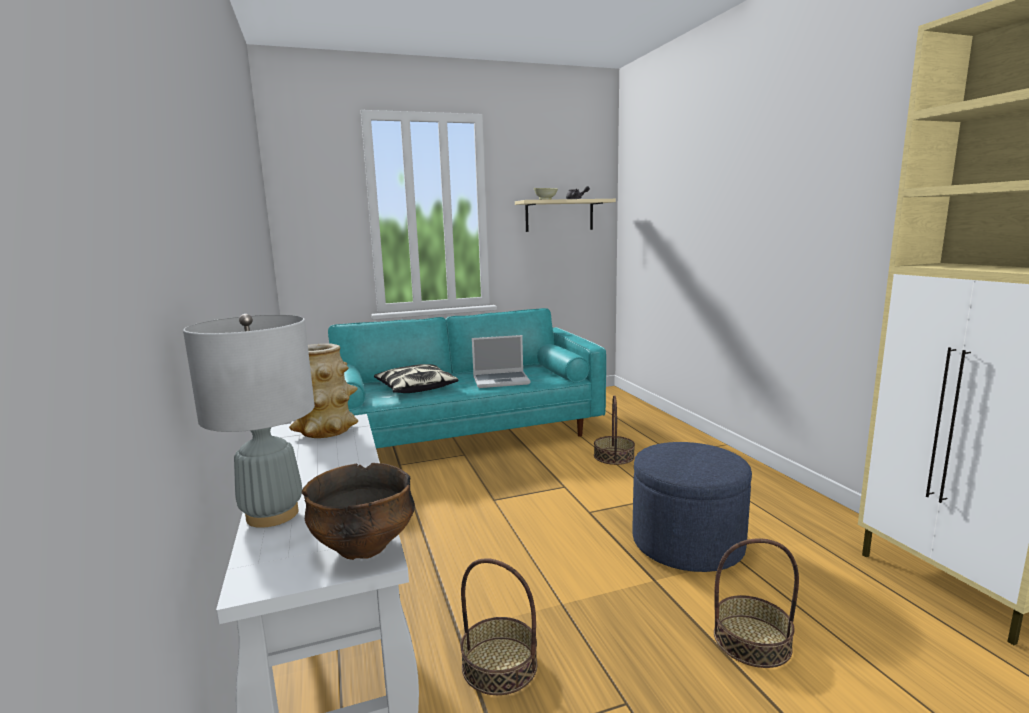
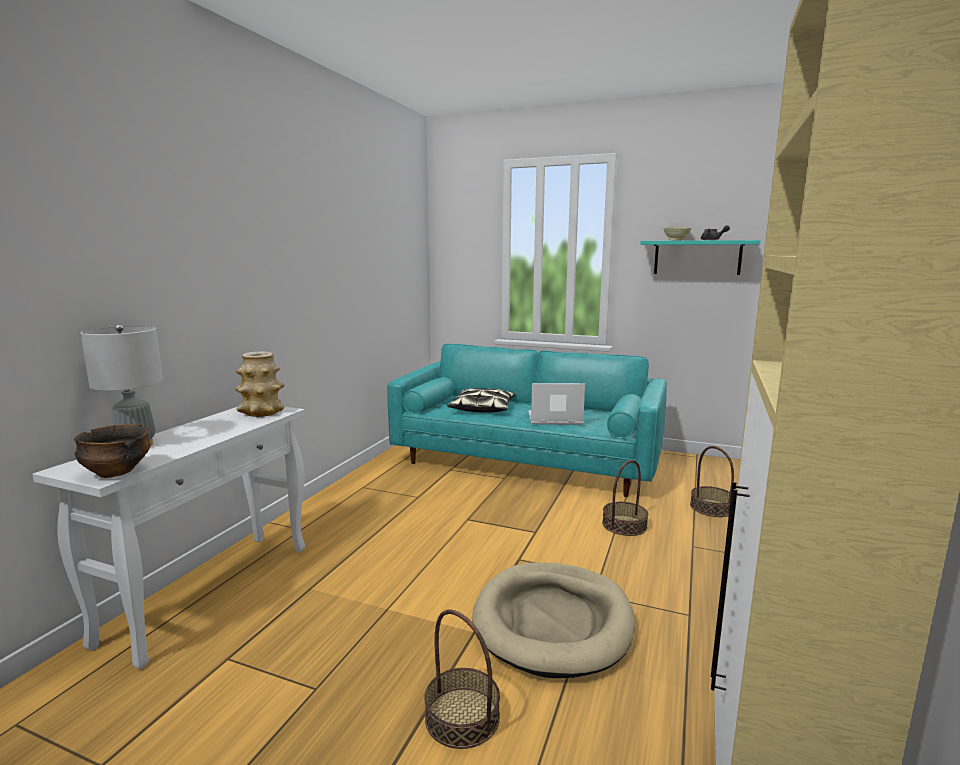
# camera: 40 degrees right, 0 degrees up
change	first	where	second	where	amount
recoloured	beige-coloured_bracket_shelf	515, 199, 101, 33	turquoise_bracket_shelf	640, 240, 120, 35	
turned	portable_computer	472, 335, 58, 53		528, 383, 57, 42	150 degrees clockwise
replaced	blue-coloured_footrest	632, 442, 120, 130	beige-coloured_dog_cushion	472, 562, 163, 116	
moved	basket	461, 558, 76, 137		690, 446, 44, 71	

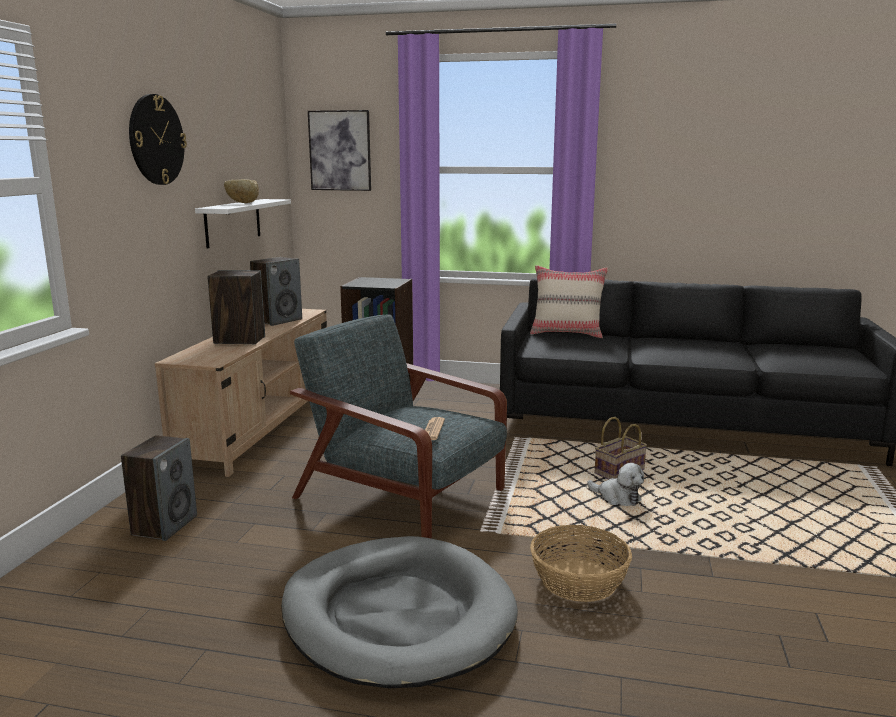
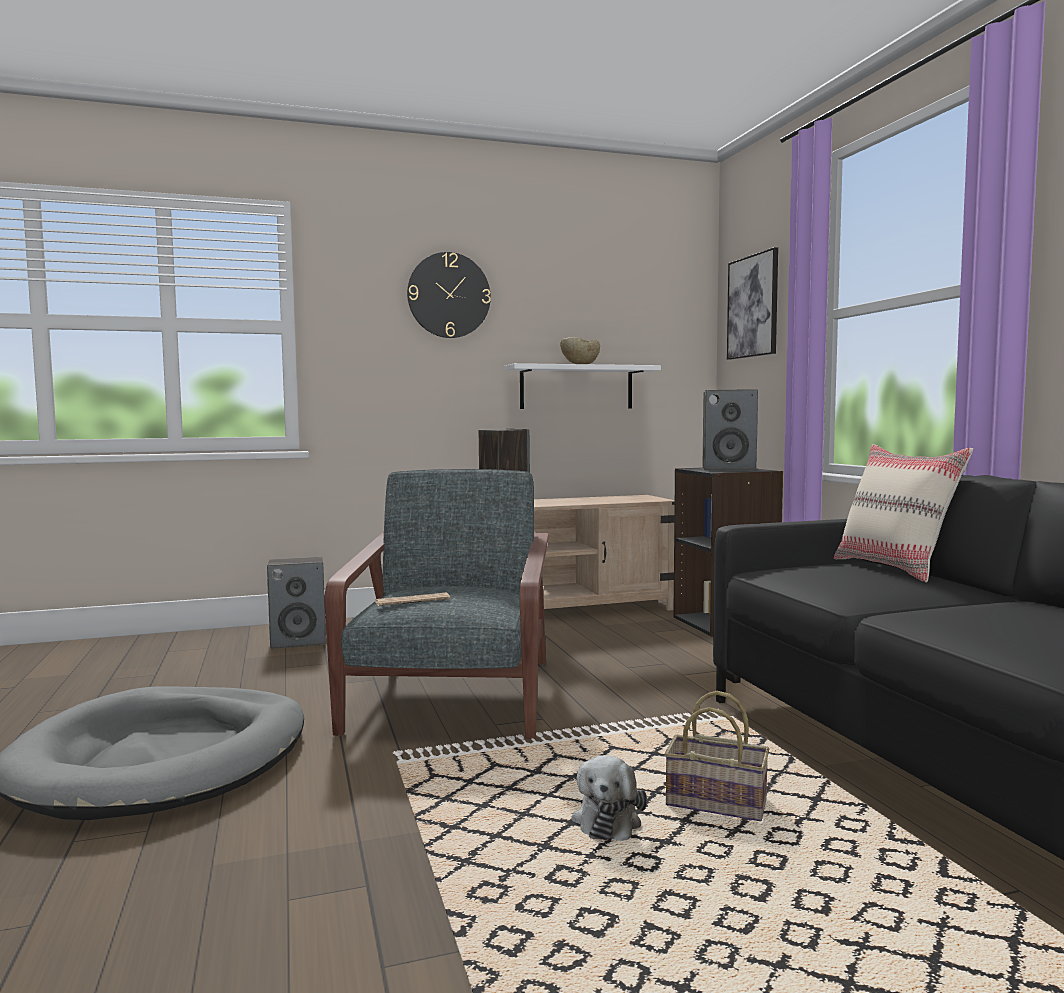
# camera: 60 degrees right, 10 degrees down
change	first	where	second	where	amount
moved	speaker	250, 257, 52, 69		703, 389, 55, 82	
removed	basket	530, 525, 102, 77			

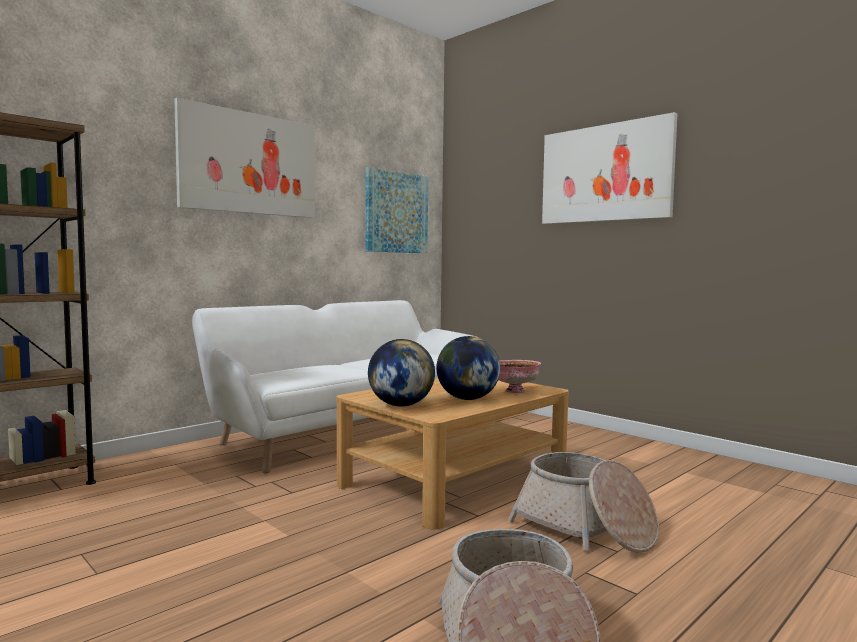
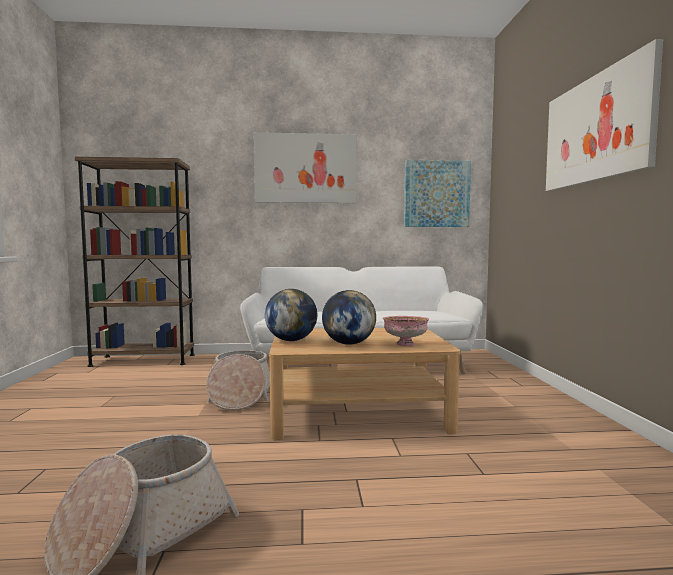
# camera: 40 degrees right, 0 degrees up
change	first	where	second	where	amount
moved	basket	508, 452, 151, 101		206, 350, 64, 61	

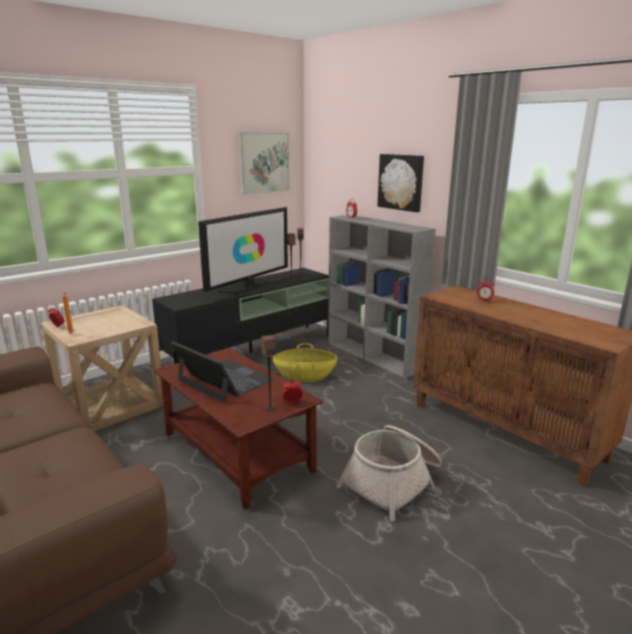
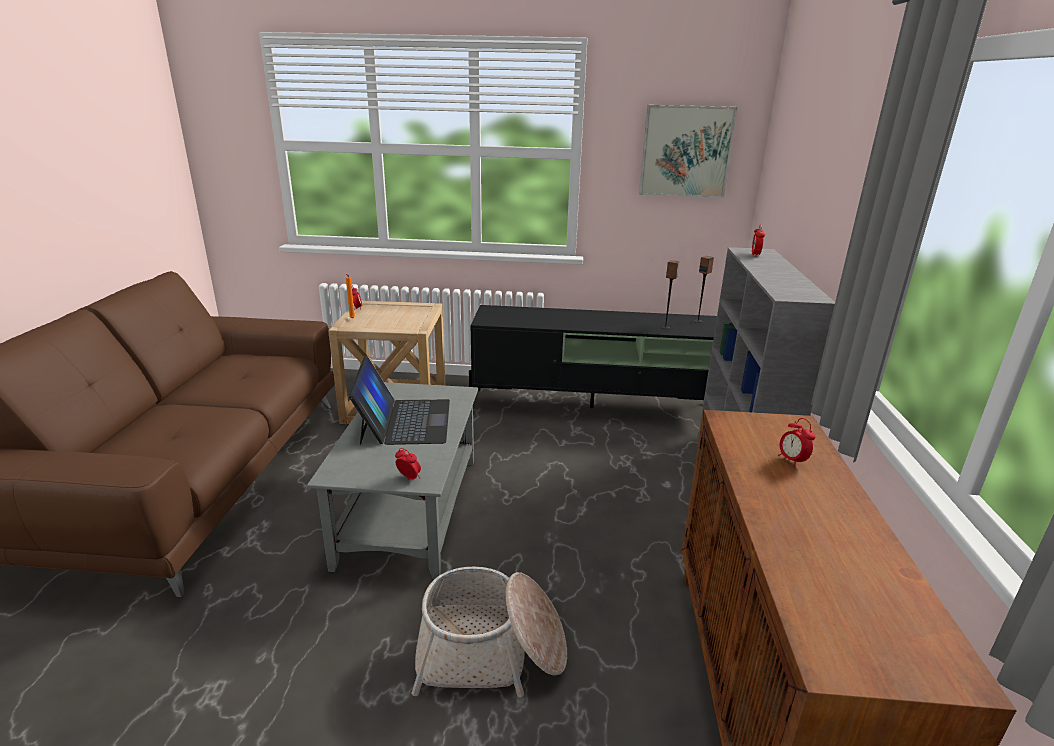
# camera: 45 degrees right, 5 degrees up
change	first	where	second	where	amount
removed	wall_art	377, 154, 47, 58			
removed	television	198, 207, 90, 87			
removed	speaker	261, 335, 15, 76			
removed	basket	273, 343, 64, 39			
recoloured	brown_low_table	154, 348, 169, 162	greyish_low_table	307, 382, 171, 198	

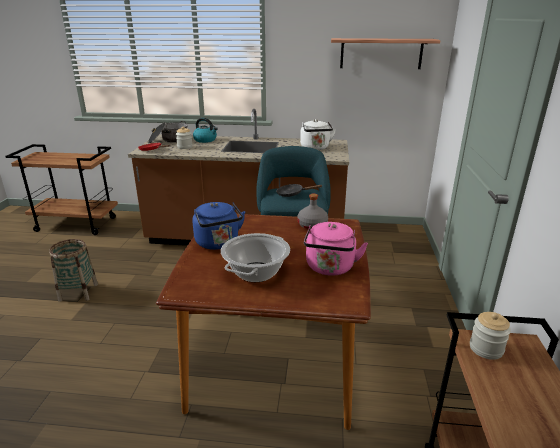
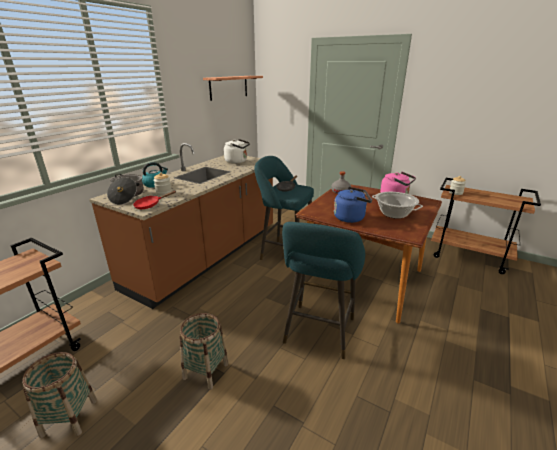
# camera: 65 degrees left, 0 degrees up
change	first	where	second	where	amount
added			turquoise_stool_seat	282, 222, 83, 137	
added			basket	22, 352, 75, 86	

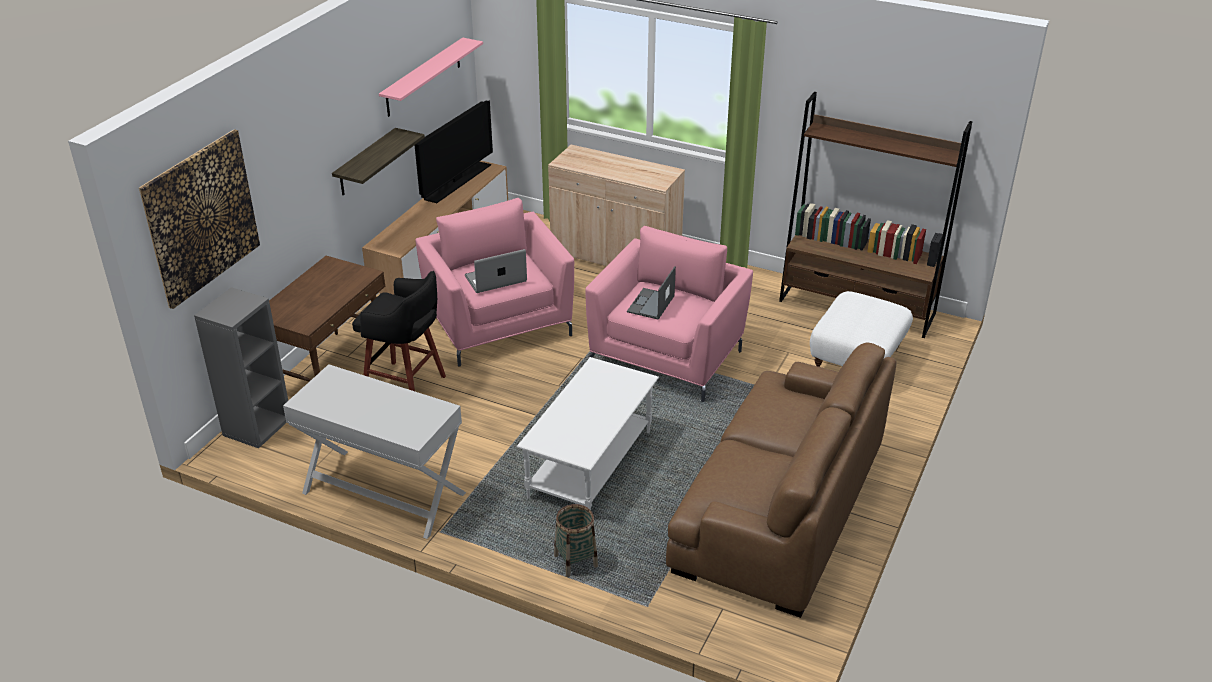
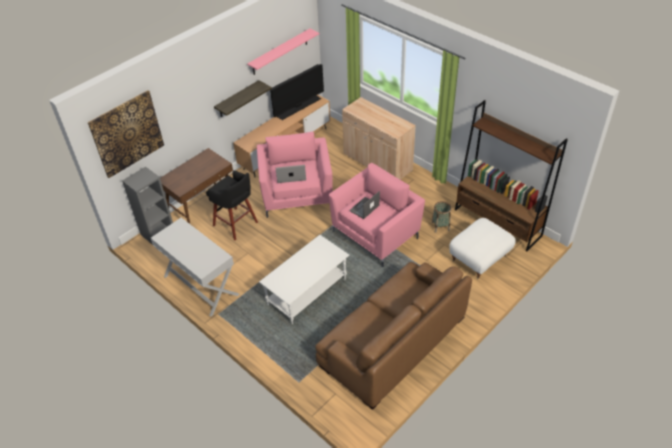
# camera: 20 degrees right, 10 degrees up
change	first	where	second	where	amount
moved	basket	554, 504, 44, 74		432, 201, 19, 32	

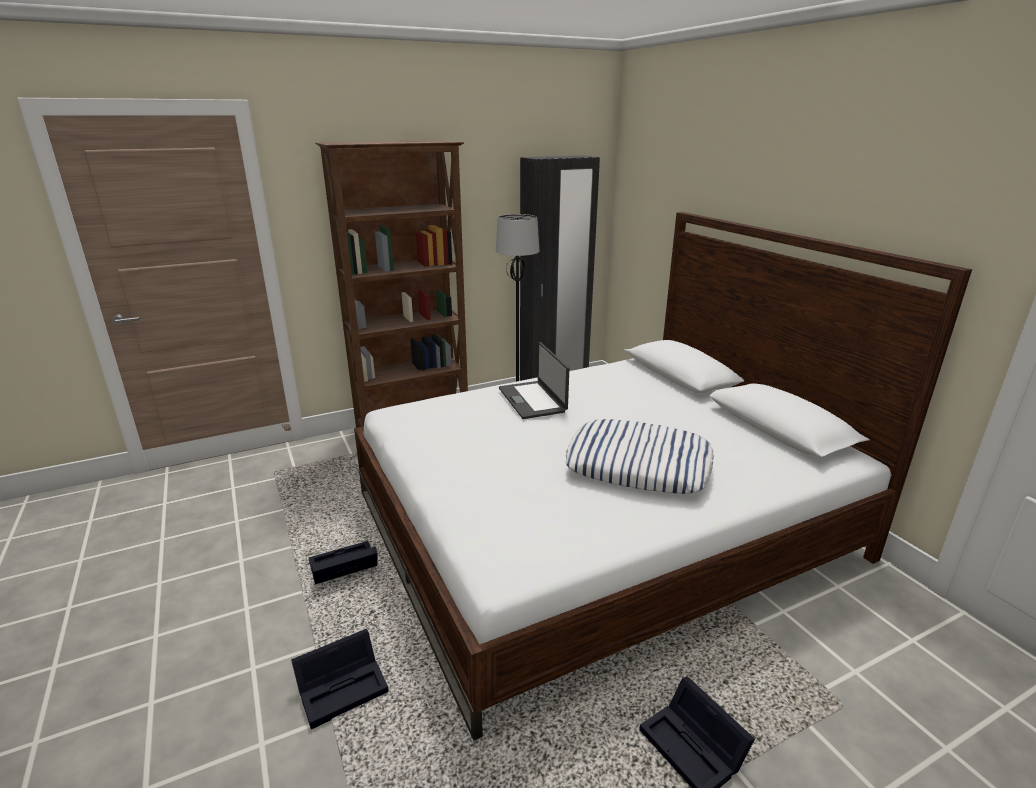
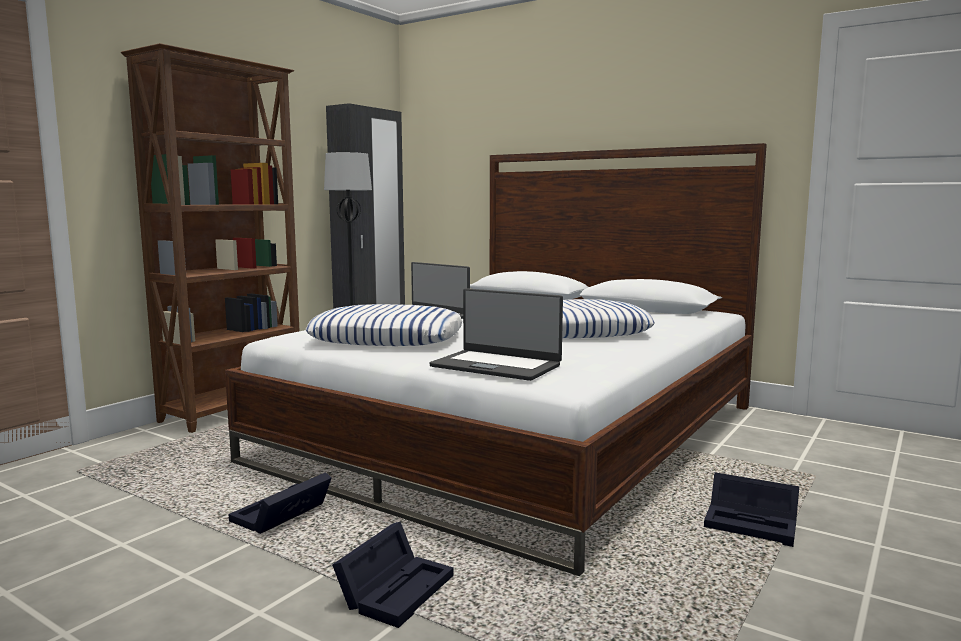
# camera: 30 degrees left, 15 degrees down
change	first	where	second	where	amount
added			portable_computer	430, 288, 133, 93	
added			pillow	306, 304, 156, 42	

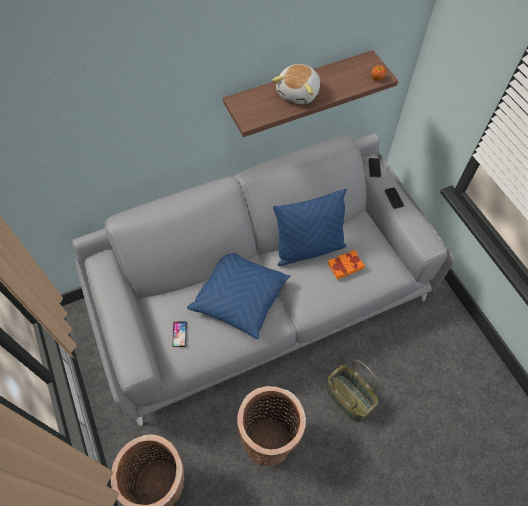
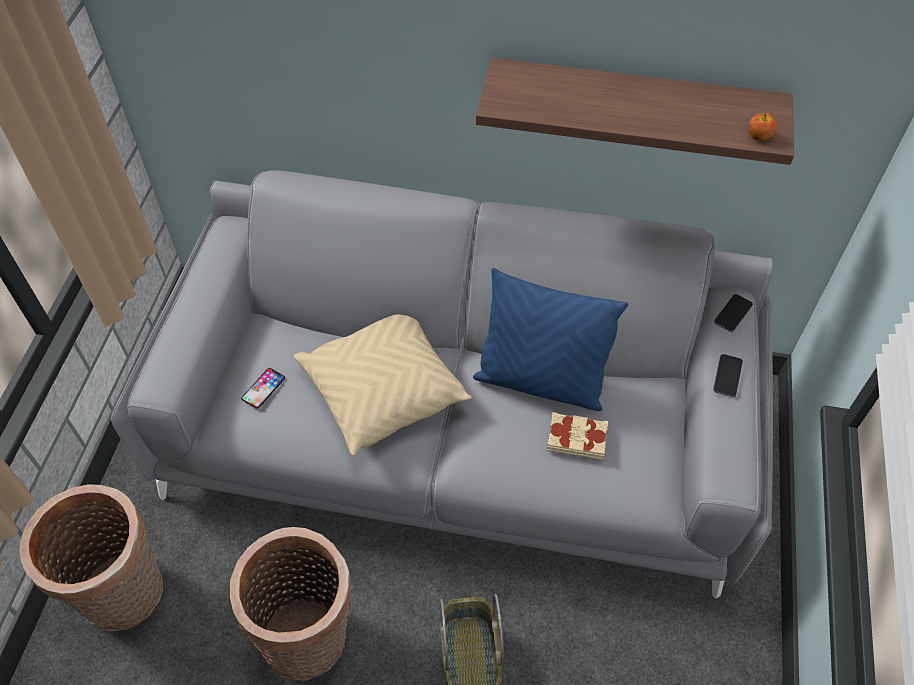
# camera: 35 degrees right, 5 degrees down
change	first	where	second	where	amount
removed	soft_toy	272, 64, 48, 40			
recoloured	orange-coloured_book	328, 250, 37, 30	beige-coloured_book	547, 412, 61, 48	
recoloured	blue-coloured_pillow	187, 253, 103, 86	beige-coloured_pillow	294, 315, 178, 141	

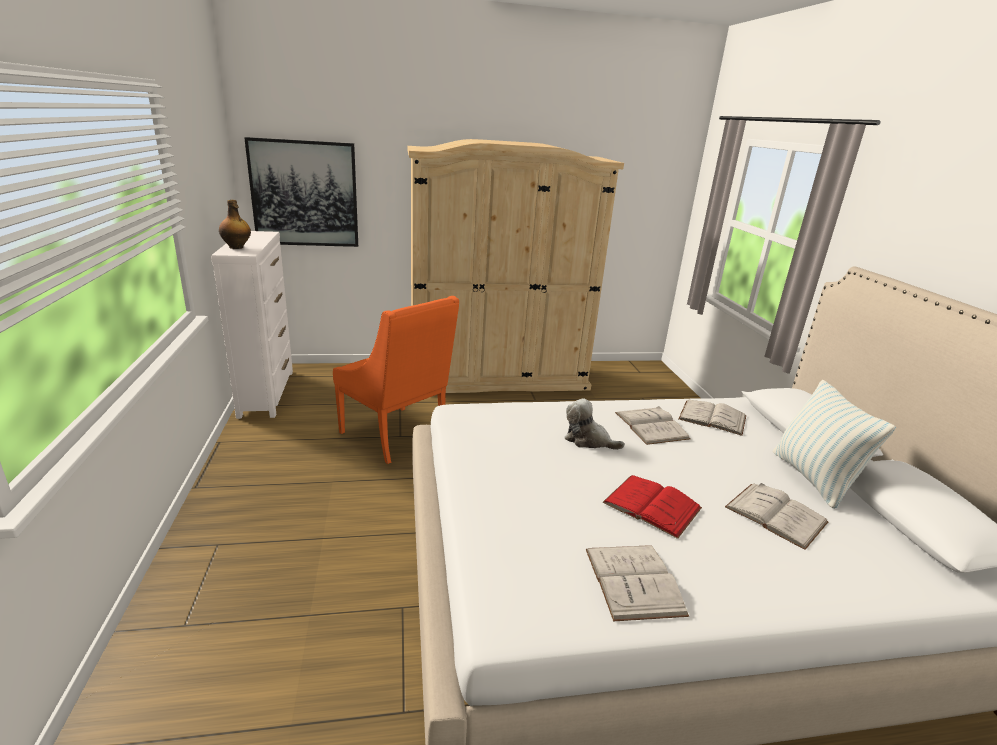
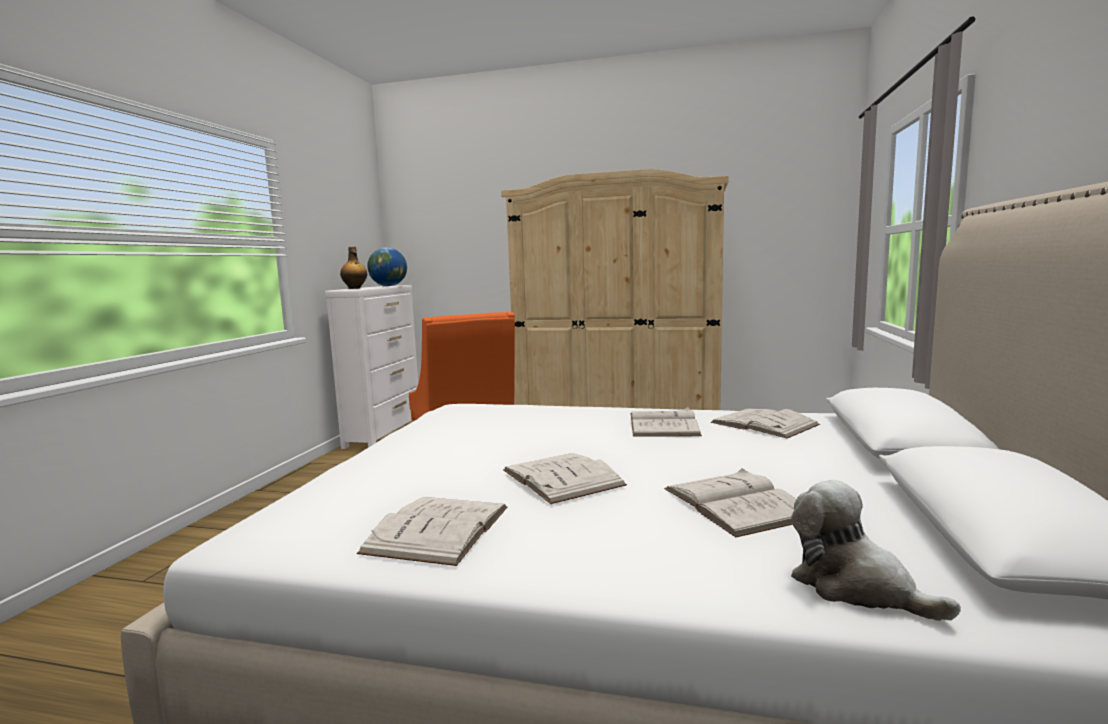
# camera: 25 degrees right, 15 degrees down
change	first	where	second	where	amount
removed	wall_art	244, 137, 114, 110			
removed	pillow	773, 380, 123, 129			
moved	soft_toy	564, 398, 61, 52		791, 480, 170, 141	
recoloured	reddish_book	602, 475, 100, 64	white-coloured_book	503, 453, 124, 51	
added			desk_globe	367, 248, 40, 38	

